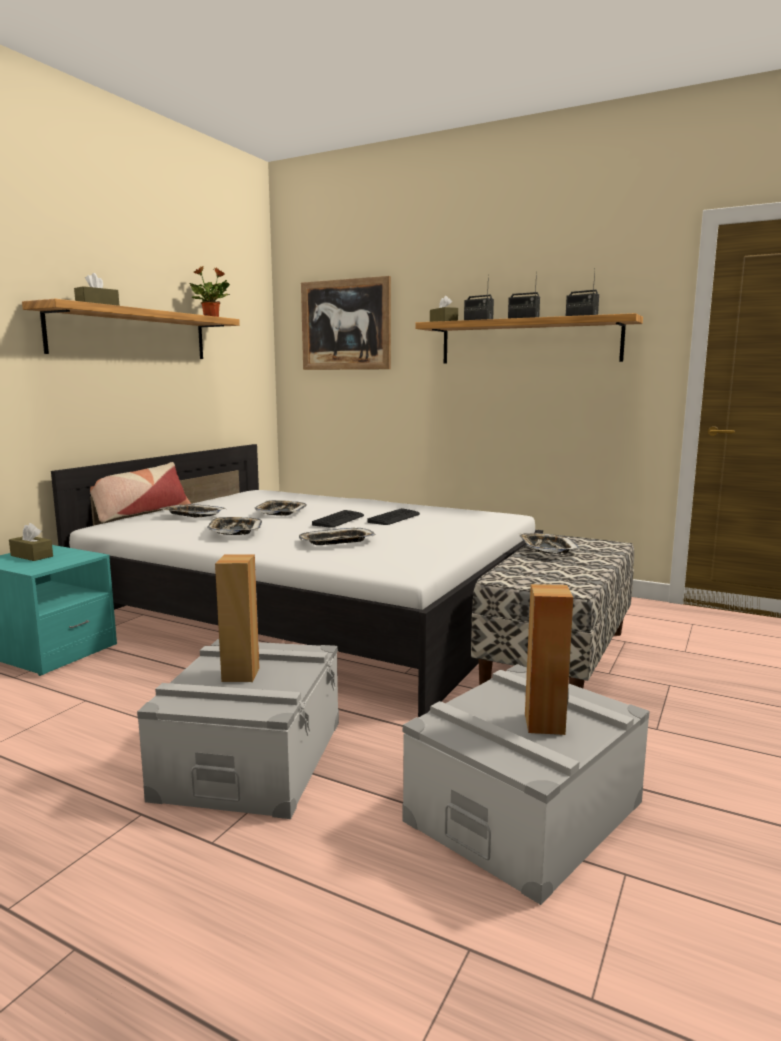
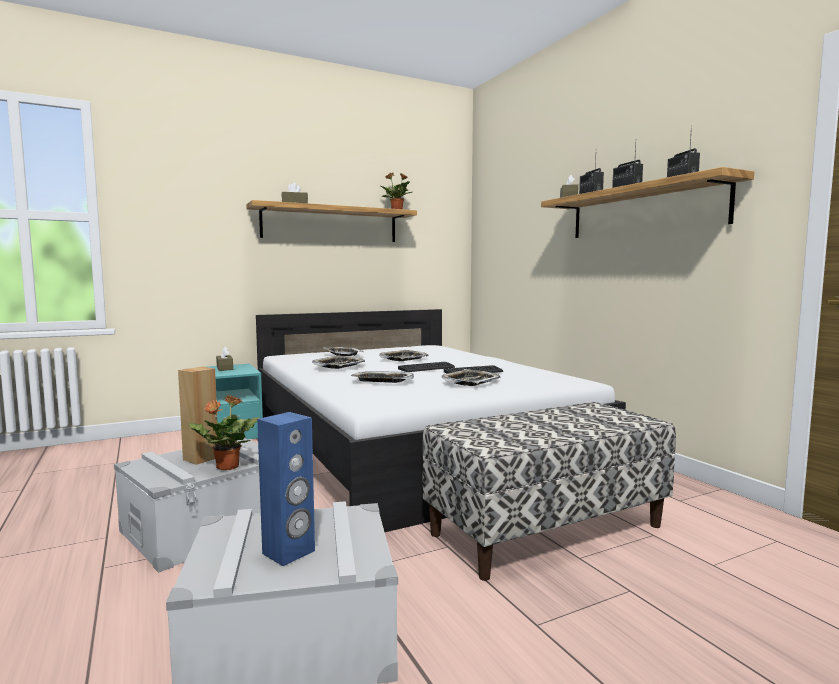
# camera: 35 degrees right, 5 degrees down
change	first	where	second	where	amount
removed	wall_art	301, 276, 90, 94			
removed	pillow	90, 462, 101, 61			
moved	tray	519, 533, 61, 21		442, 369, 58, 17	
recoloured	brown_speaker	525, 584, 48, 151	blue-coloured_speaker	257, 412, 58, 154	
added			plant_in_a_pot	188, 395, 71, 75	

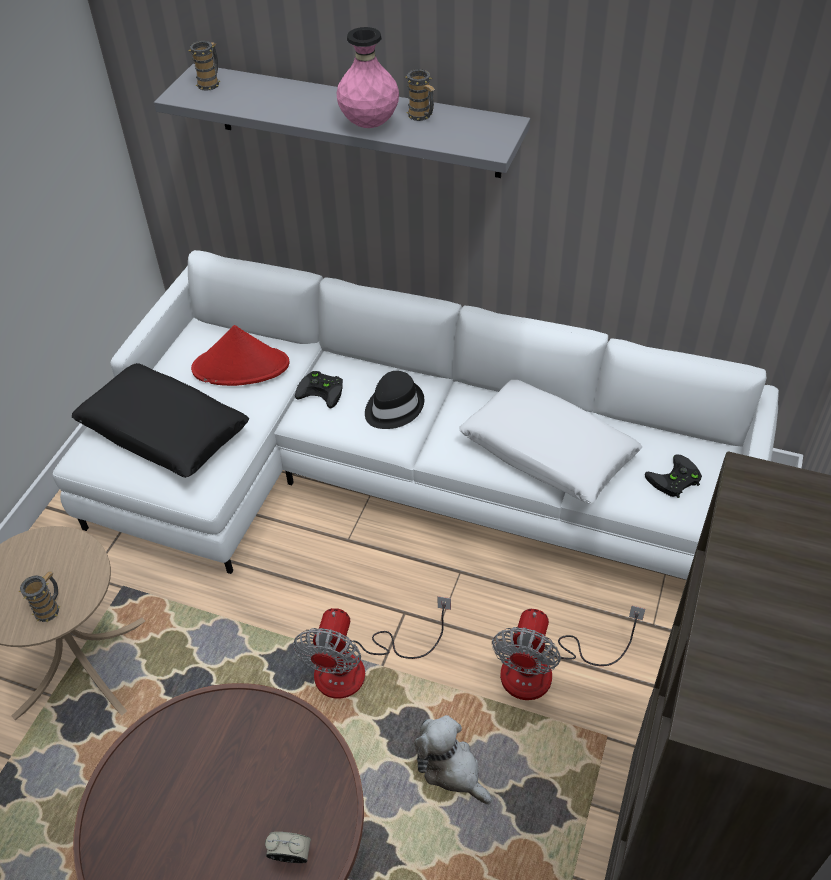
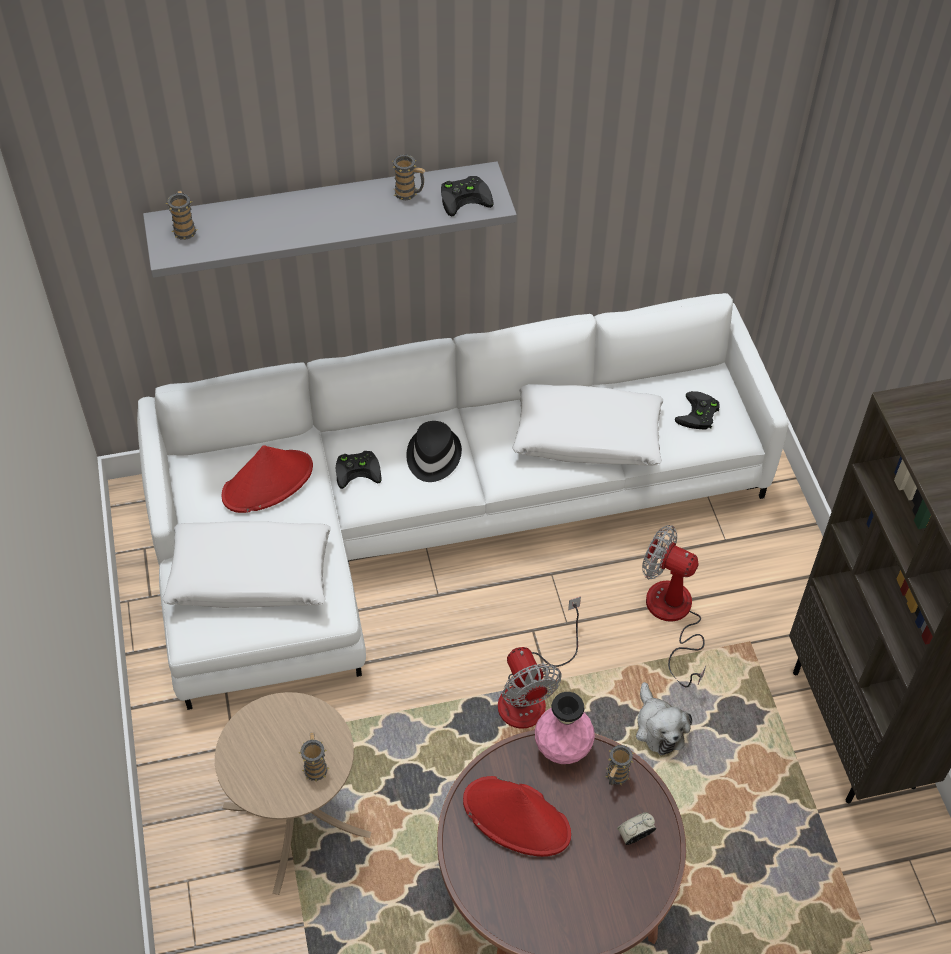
# camera: 35 degrees left, 5 degrees up
change	first	where	second	where	amount
moved	pinkish_vase	337, 27, 62, 101		535, 692, 60, 72	
recoloured	black-coloured_pillow	72, 363, 177, 115	white-coloured_pillow	162, 521, 169, 87	
turned	electric_fan	492, 606, 153, 94		642, 525, 64, 163	135 degrees clockwise
turned	soft_toy	414, 715, 78, 89		636, 682, 56, 73	120 degrees counterclockwise
added			black-coloured_game_controller	441, 176, 52, 41	
added			coffee_mug	606, 745, 27, 41	
added			reddish_wearable_hat	463, 776, 108, 81	

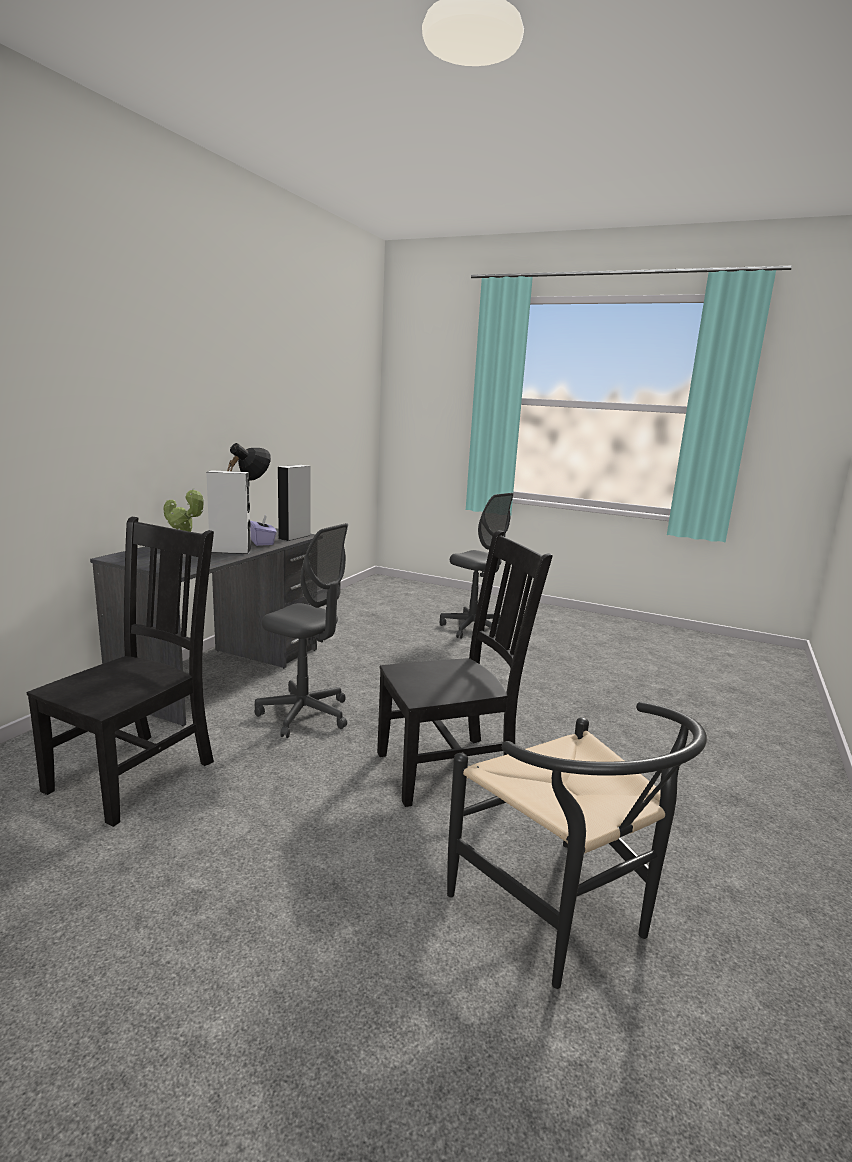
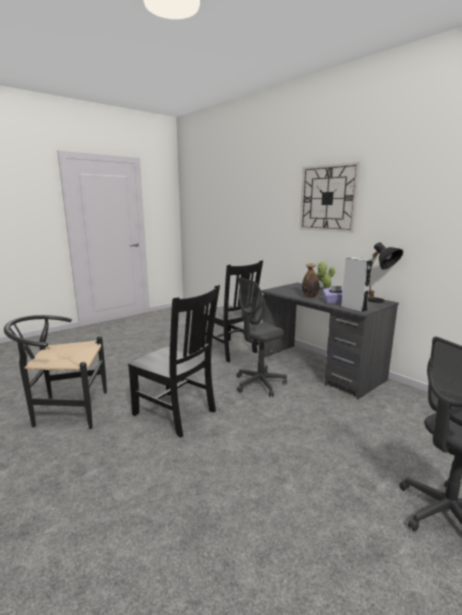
# camera: 115 degrees right, 0 degrees up
change	first	where	second	where	amount
replaced	greyish_speaker	206, 470, 46, 84	bottle	302, 263, 18, 35	
turned	black-coloured_chair	377, 530, 176, 277		128, 285, 92, 153	60 degrees counterclockwise
added			wall_clock	300, 162, 60, 71	

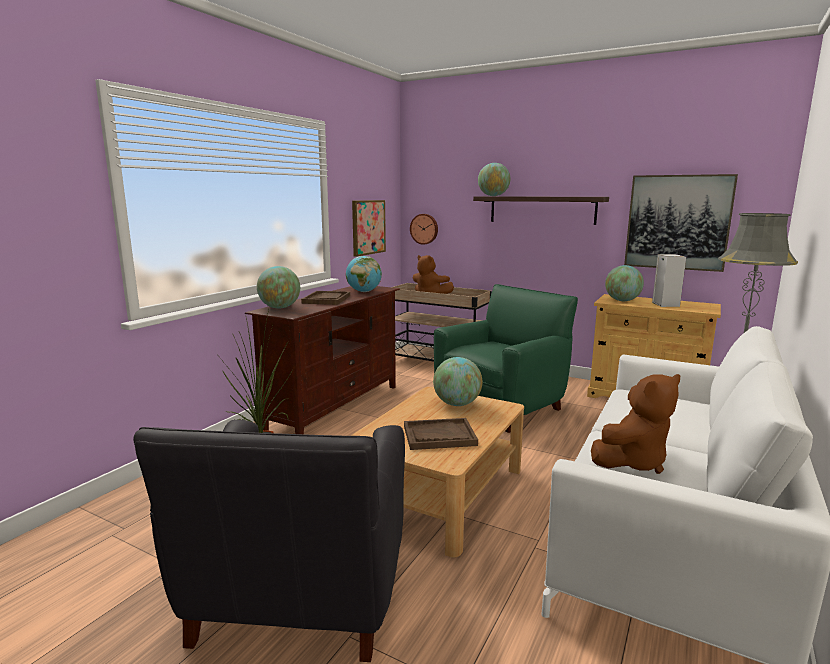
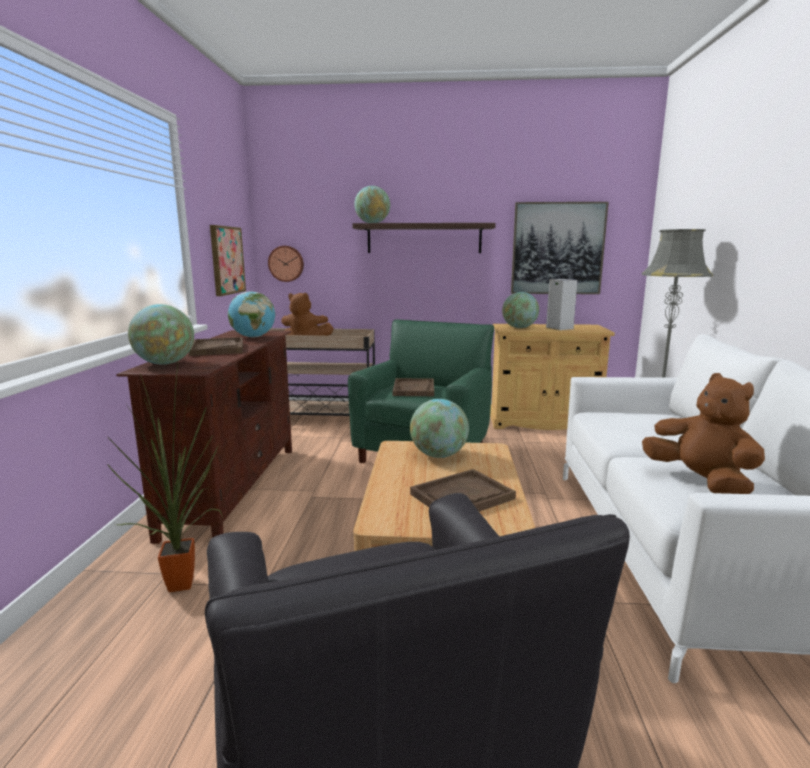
# camera: 25 degrees left, 0 degrees up
change	first	where	second	where	amount
turned	brown_soft_toy	591, 374, 89, 100		642, 373, 123, 121	60 degrees counterclockwise
added			brown_tray	393, 378, 41, 18	

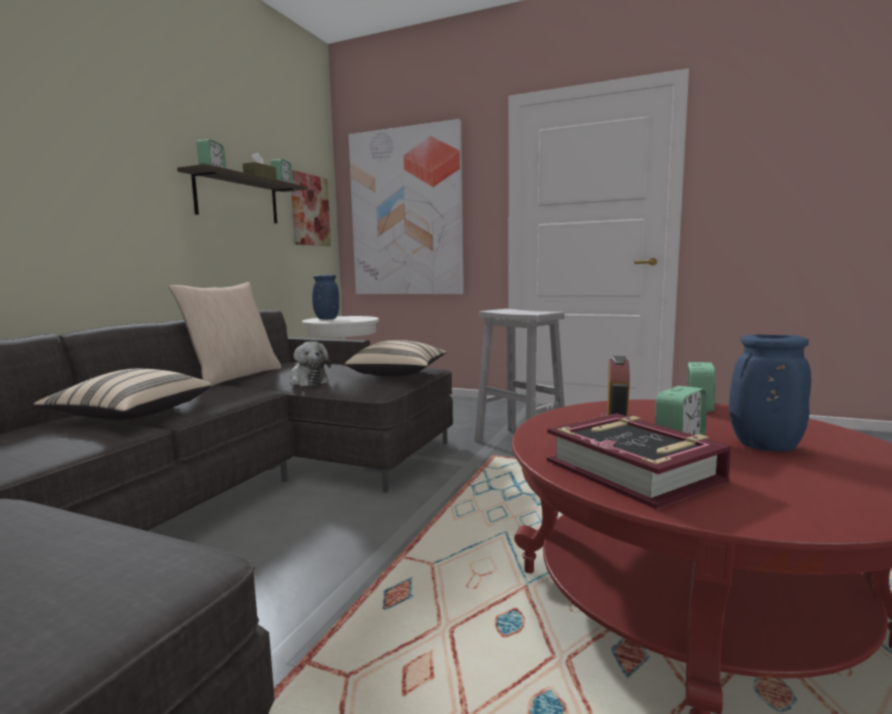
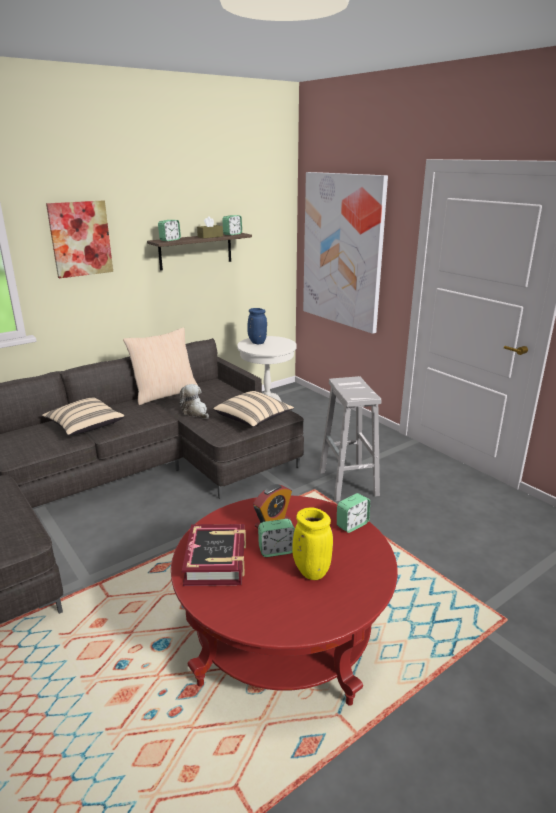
# camera: 30 degrees right, 15 degrees up
change	first	where	second	where	amount
moved	wall_art	291, 170, 40, 76		46, 201, 67, 77	
recoloured	blue-coloured_vase	729, 334, 82, 117	yellowish_vase	292, 507, 41, 73	
turned	soft_toy	290, 342, 41, 44		179, 384, 30, 35	150 degrees clockwise

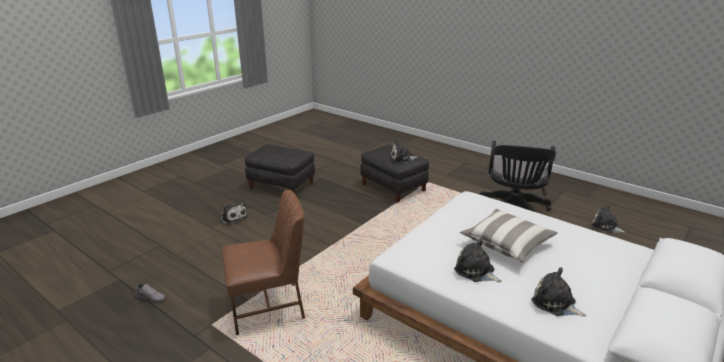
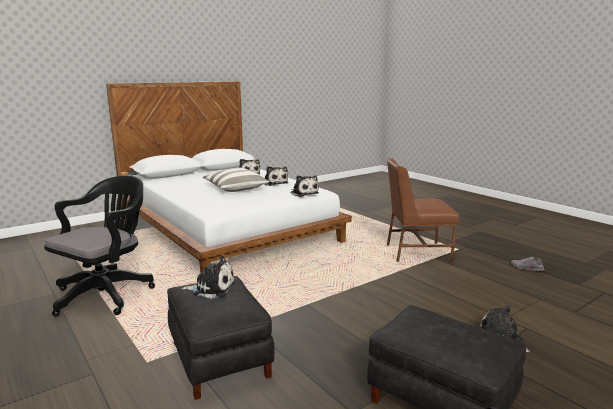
# camera: 165 degrees left, 10 degrees down
change	first	where	second	where	amount
moved	soft_toy	591, 204, 35, 29		291, 175, 28, 22	

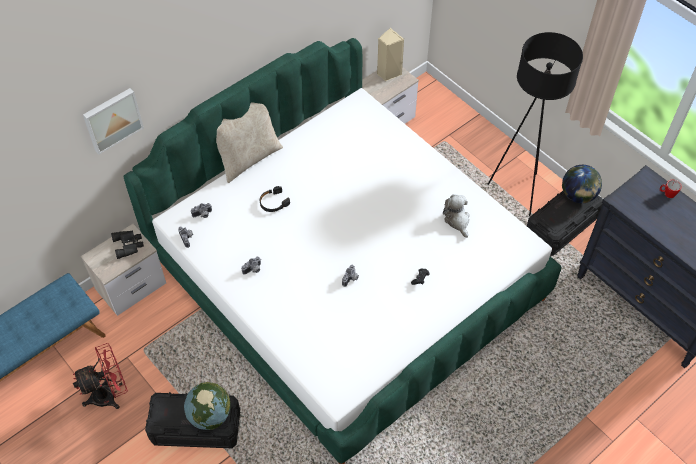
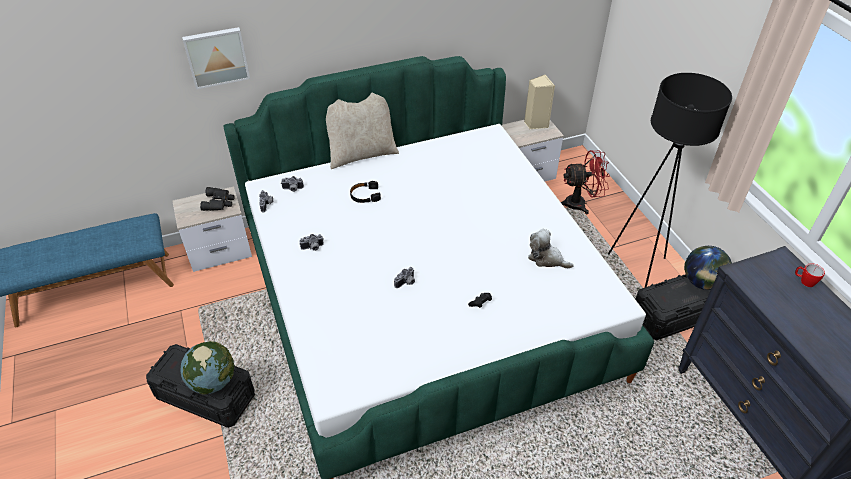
# camera: 20 degrees right, 10 degrees down
change	first	where	second	where	amount
turned	soft_toy	443, 194, 26, 44		528, 229, 45, 39	60 degrees counterclockwise
moved	reddish_electric_fan	73, 343, 55, 66		561, 150, 49, 64	

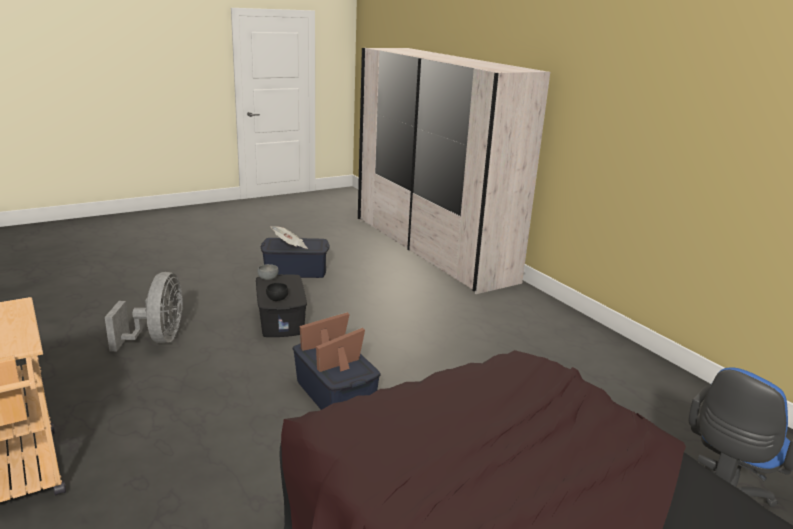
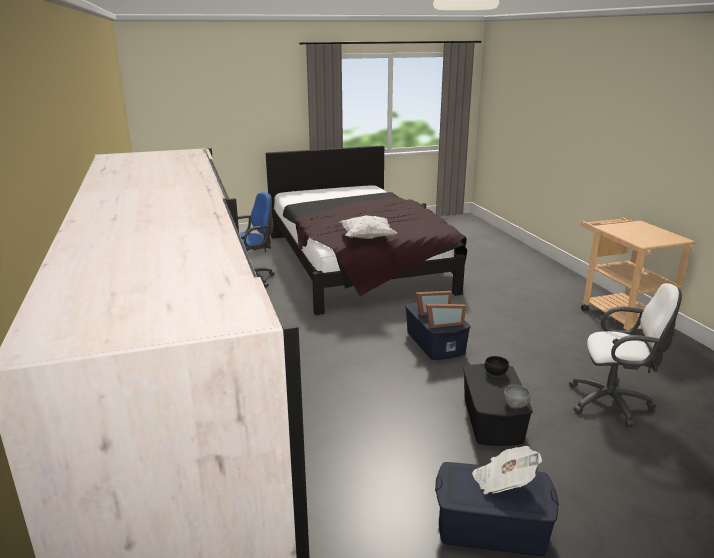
# camera: 165 degrees left, 0 degrees up
change	first	where	second	where	amount
replaced	greyish_electric_fan	105, 272, 78, 80	white-coloured_office_chair	569, 283, 113, 144	
added			white-coloured_pillow	339, 215, 58, 24	

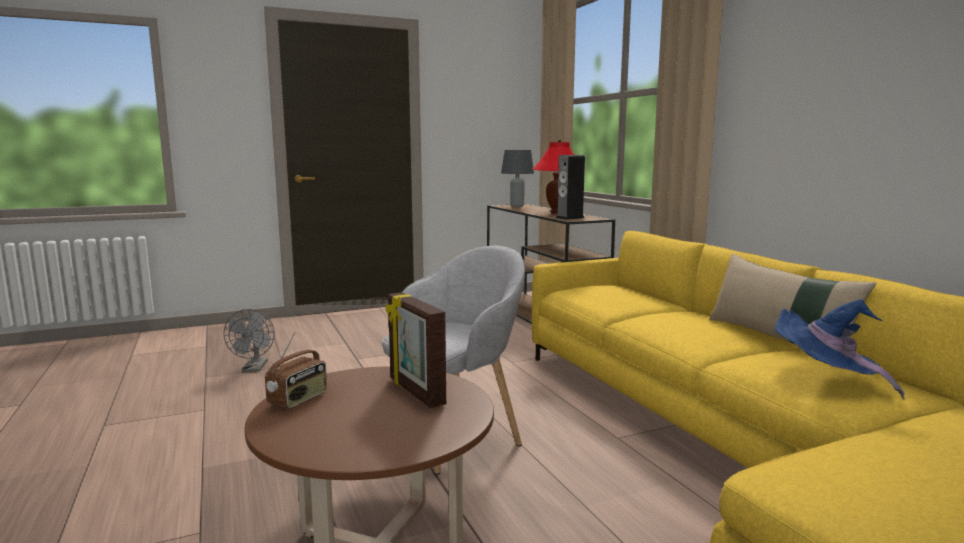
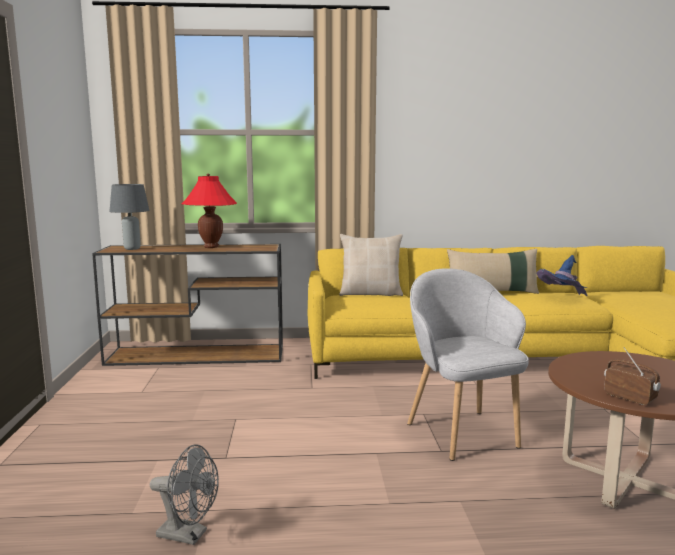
# camera: 70 degrees left, 0 degrees up
change	first	where	second	where	amount
removed	speaker	556, 155, 29, 65			
removed	picture_frame	385, 292, 61, 116			
added			beige-coloured_pillow	340, 234, 63, 62	

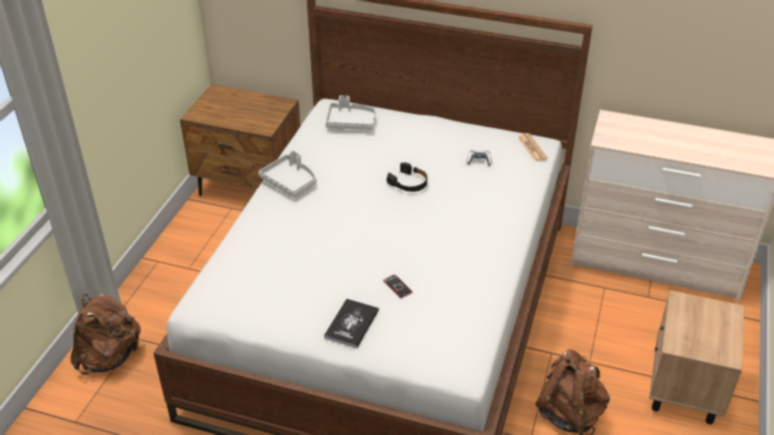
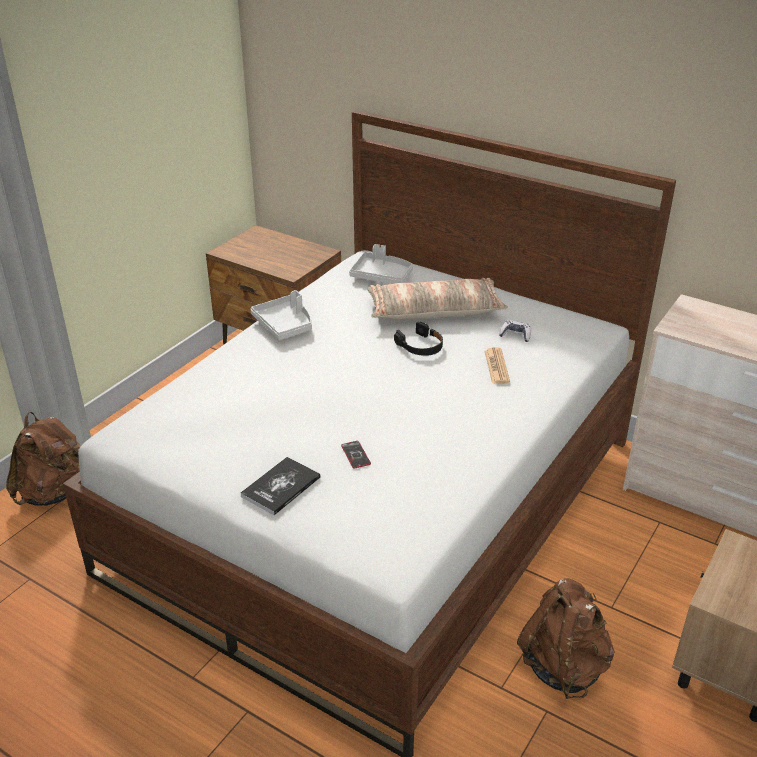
# camera: 15 degrees right, 5 degrees down
change	first	where	second	where	amount
moved	daily_paper	518, 133, 30, 29		485, 347, 25, 36	
added			pillow	367, 278, 141, 41	

